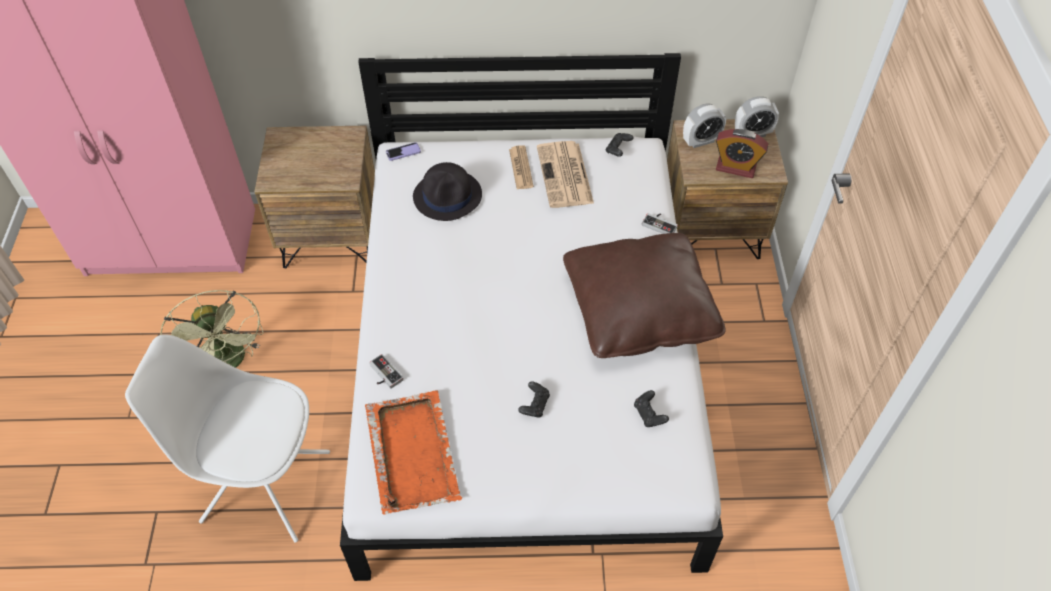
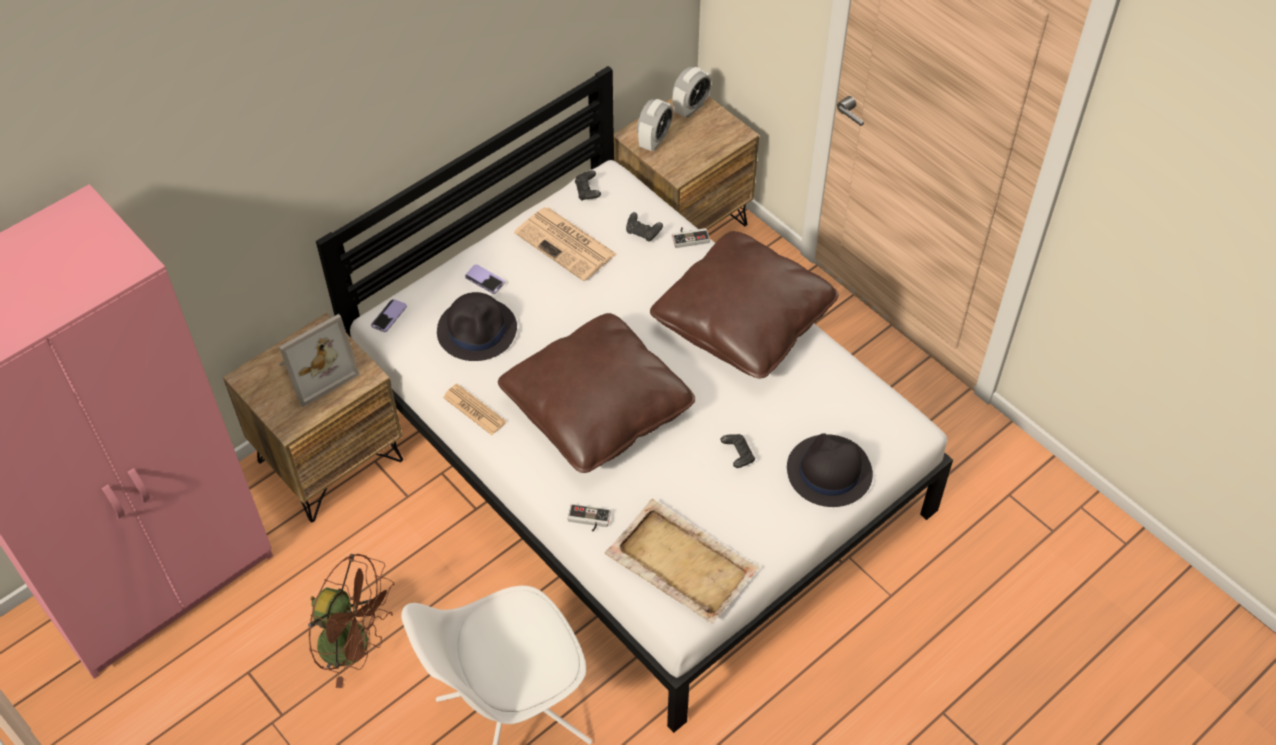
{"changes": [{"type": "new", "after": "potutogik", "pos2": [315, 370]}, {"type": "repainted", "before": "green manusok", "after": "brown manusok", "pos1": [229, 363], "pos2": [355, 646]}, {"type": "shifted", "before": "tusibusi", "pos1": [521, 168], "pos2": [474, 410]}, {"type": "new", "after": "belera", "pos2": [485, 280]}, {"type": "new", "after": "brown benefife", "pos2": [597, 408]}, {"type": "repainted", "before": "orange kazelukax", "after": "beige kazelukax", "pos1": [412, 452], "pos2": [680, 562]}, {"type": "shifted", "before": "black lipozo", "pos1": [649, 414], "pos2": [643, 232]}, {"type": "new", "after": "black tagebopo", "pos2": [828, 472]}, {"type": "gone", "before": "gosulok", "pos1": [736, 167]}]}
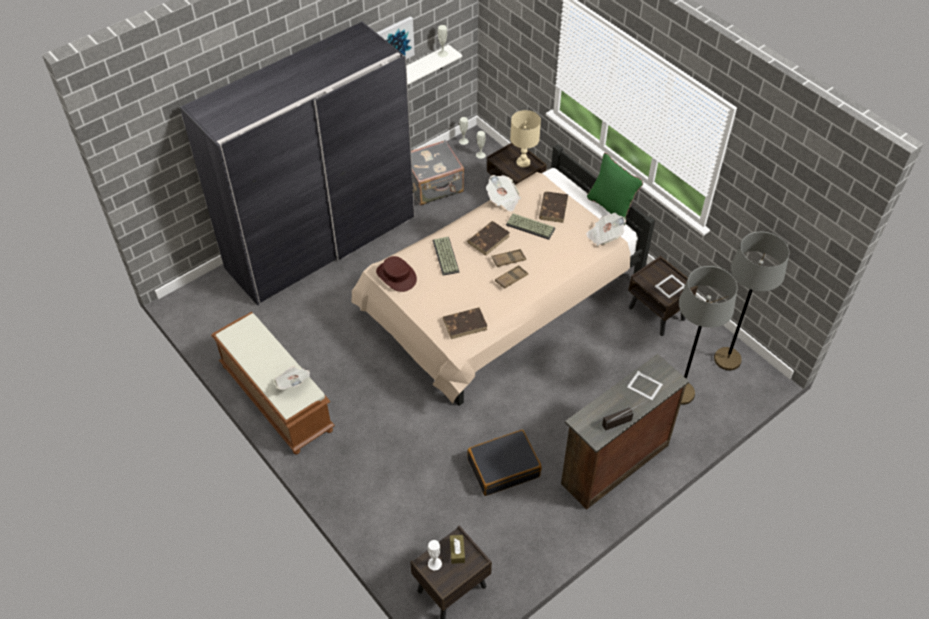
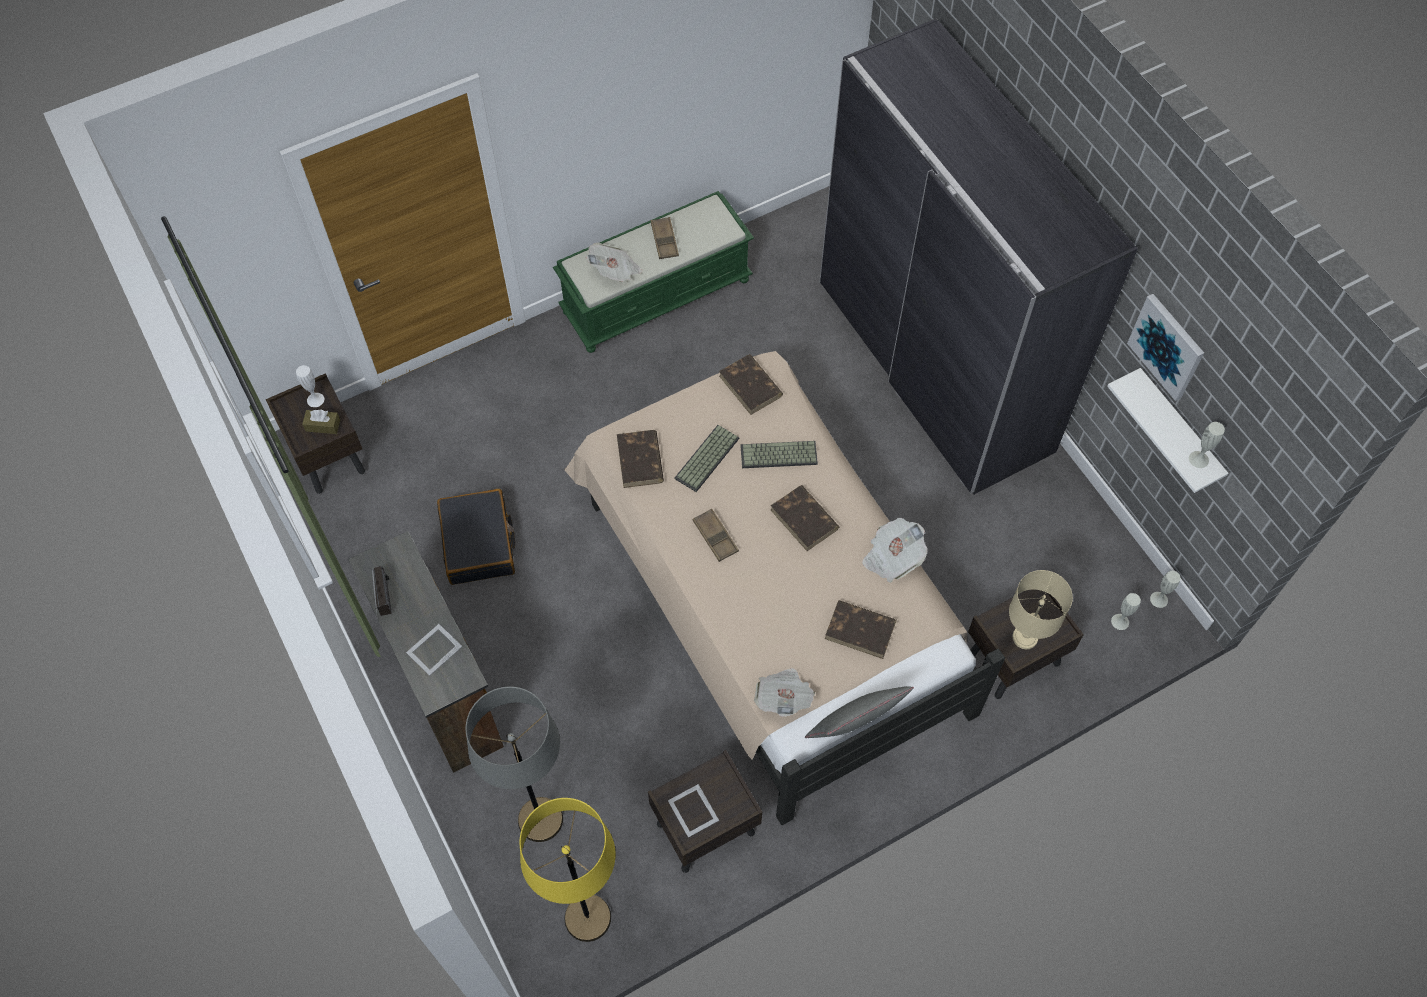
{"changes": [{"type": "repainted", "before": "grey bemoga", "after": "yellow bemoga", "pos1": [727, 359], "pos2": [587, 918]}, {"type": "repainted", "before": "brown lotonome", "after": "green lotonome", "pos1": [275, 398], "pos2": [656, 295]}, {"type": "shifted", "before": "brown kazelukax", "pos1": [508, 259], "pos2": [664, 240]}, {"type": "shifted", "before": "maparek", "pos1": [531, 226], "pos2": [707, 459]}, {"type": "swapped", "before": "brown tagebopo", "after": "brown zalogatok", "pos1": [396, 276], "pos2": [751, 386]}, {"type": "repainted", "before": "green benefife", "after": "grey benefife", "pos1": [611, 208], "pos2": [853, 729]}, {"type": "gone", "before": "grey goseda", "pos1": [434, 186]}]}
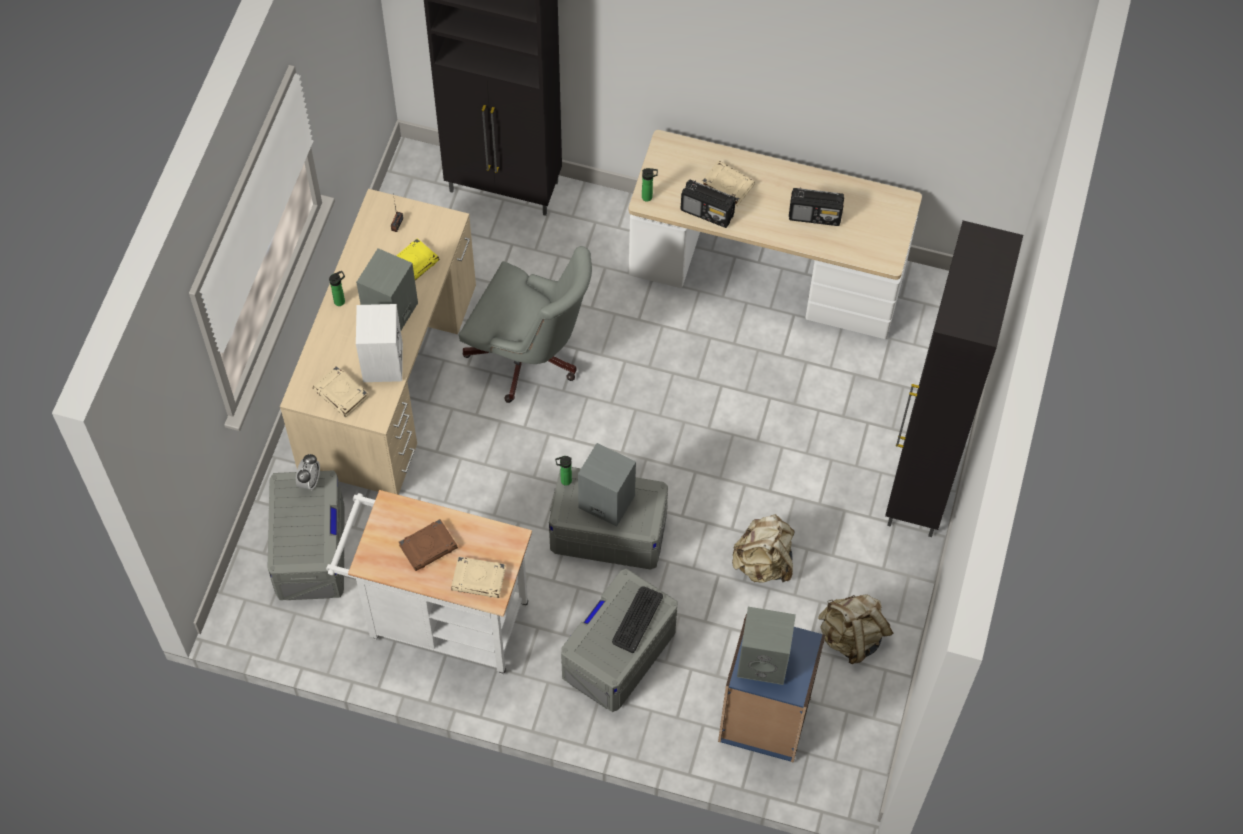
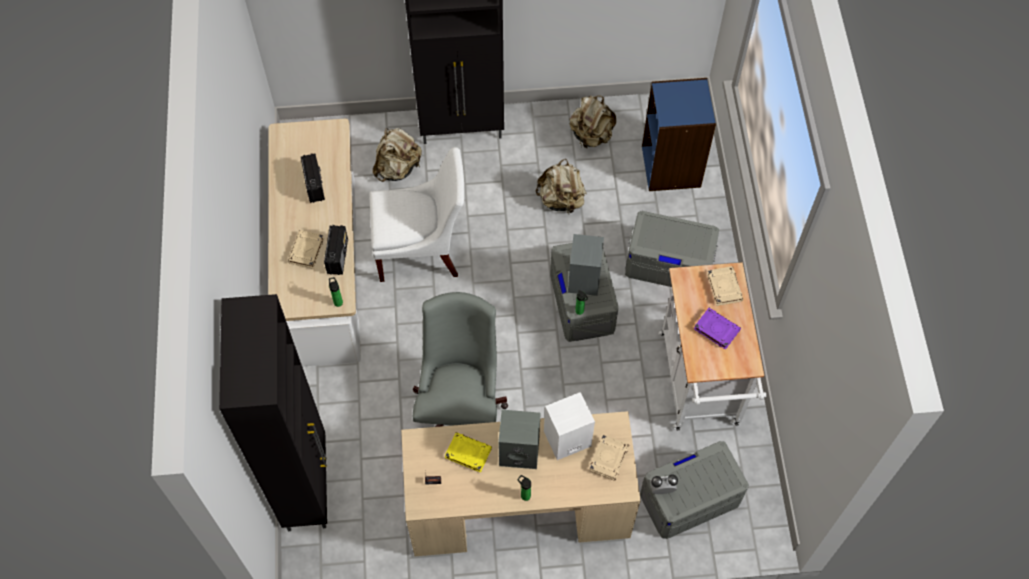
{"changes": [{"type": "new", "after": "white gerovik", "pos2": [422, 250]}, {"type": "new", "after": "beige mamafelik", "pos2": [397, 168]}, {"type": "repainted", "before": "brown zalogatok", "after": "purple zalogatok", "pos1": [428, 546], "pos2": [716, 329]}, {"type": "gone", "before": "maparek", "pos1": [637, 619]}, {"type": "gone", "before": "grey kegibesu", "pos1": [764, 660]}]}
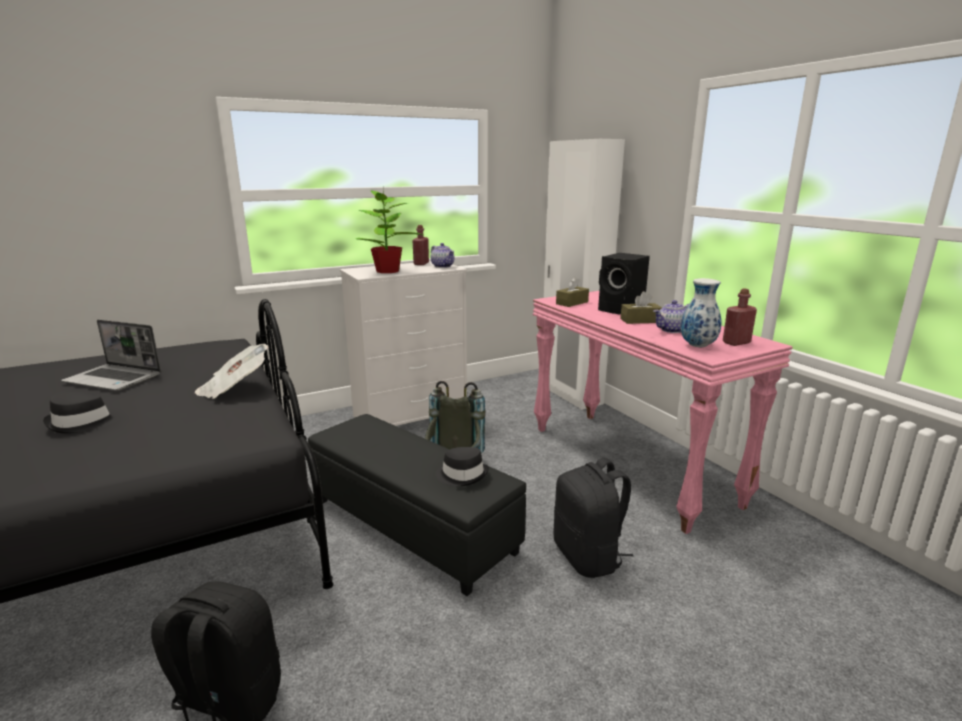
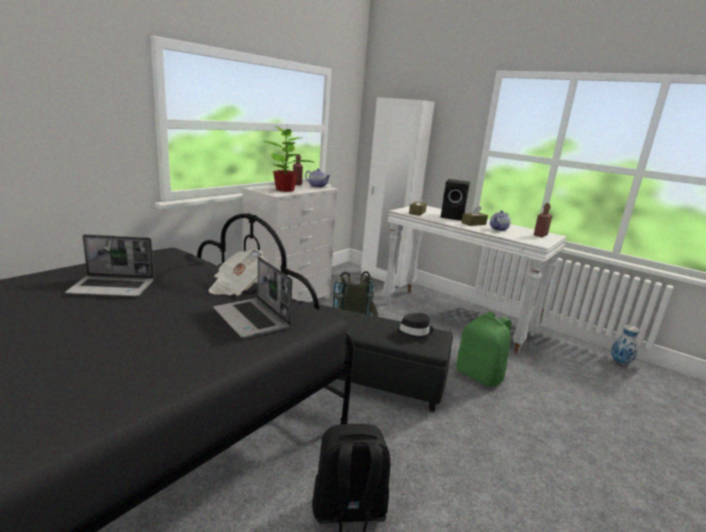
{"changes": [{"type": "new", "after": "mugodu", "pos2": [252, 319]}, {"type": "repainted", "before": "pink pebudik", "after": "white pebudik", "pos1": [631, 464], "pos2": [457, 318]}, {"type": "repainted", "before": "black mamafelik", "after": "green mamafelik", "pos1": [588, 557], "pos2": [480, 375]}, {"type": "shifted", "before": "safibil", "pos1": [698, 346], "pos2": [621, 362]}, {"type": "gone", "before": "black tagebopo", "pos1": [82, 423]}]}
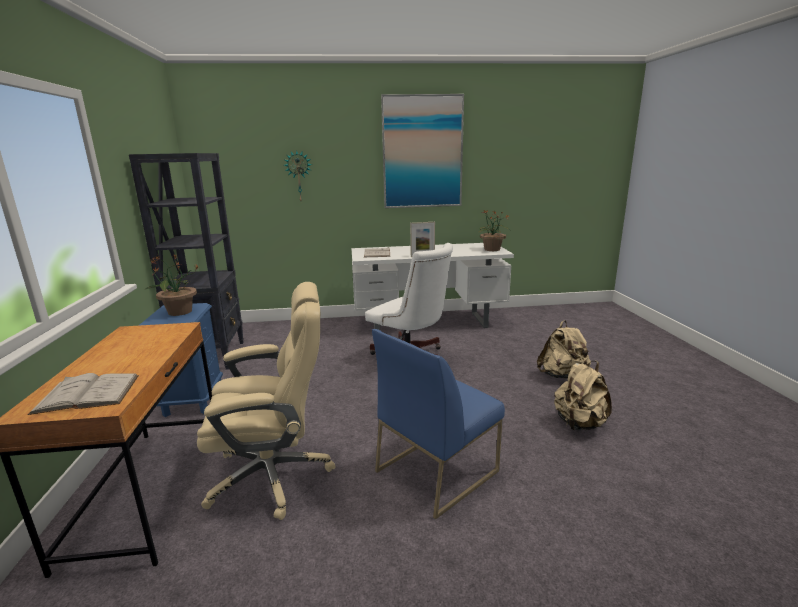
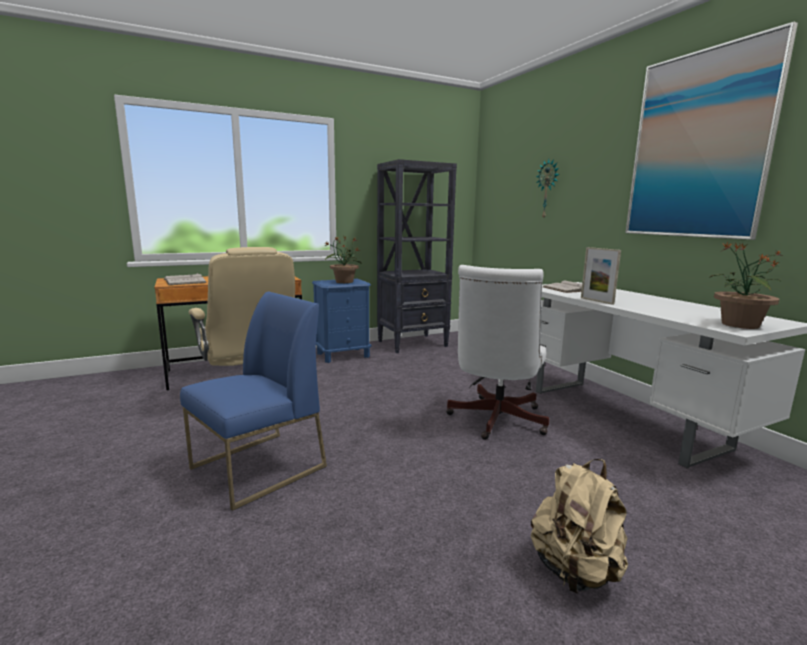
{"changes": [{"type": "rotated", "before": "blue gerovik", "pos1": [436, 470], "pos2": [258, 468], "turn": 105}, {"type": "gone", "before": "beige mamafelik", "pos1": [579, 424]}]}
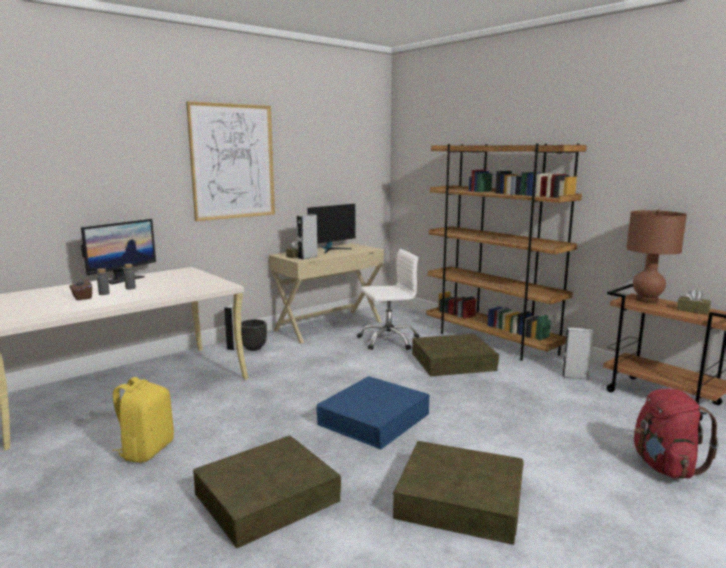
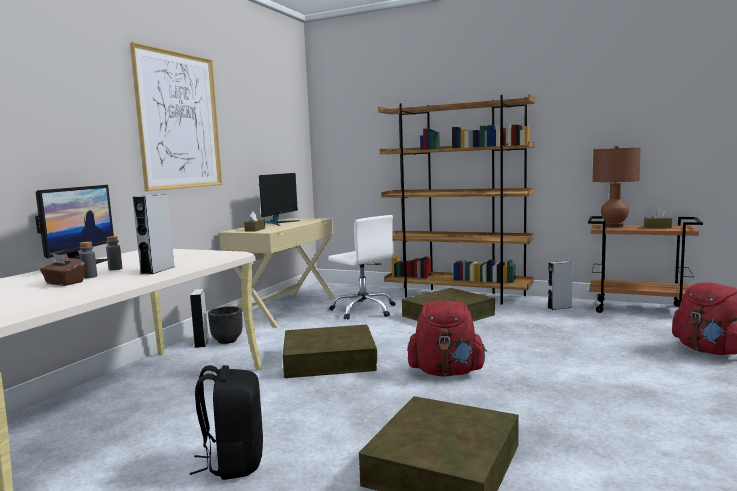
{"changes": [{"type": "shifted", "before": "grey kegibesu", "pos1": [307, 257], "pos2": [158, 270]}, {"type": "repainted", "before": "yellow mamafelik", "after": "black mamafelik", "pos1": [146, 450], "pos2": [234, 463]}, {"type": "shifted", "before": "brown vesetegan", "pos1": [460, 499], "pos2": [329, 360]}, {"type": "rotated", "before": "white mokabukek", "pos1": [388, 340], "pos2": [364, 310], "turn": 90}, {"type": "swapped", "before": "blue vesetegan", "after": "red mamafelik", "pos1": [374, 419], "pos2": [446, 372]}]}
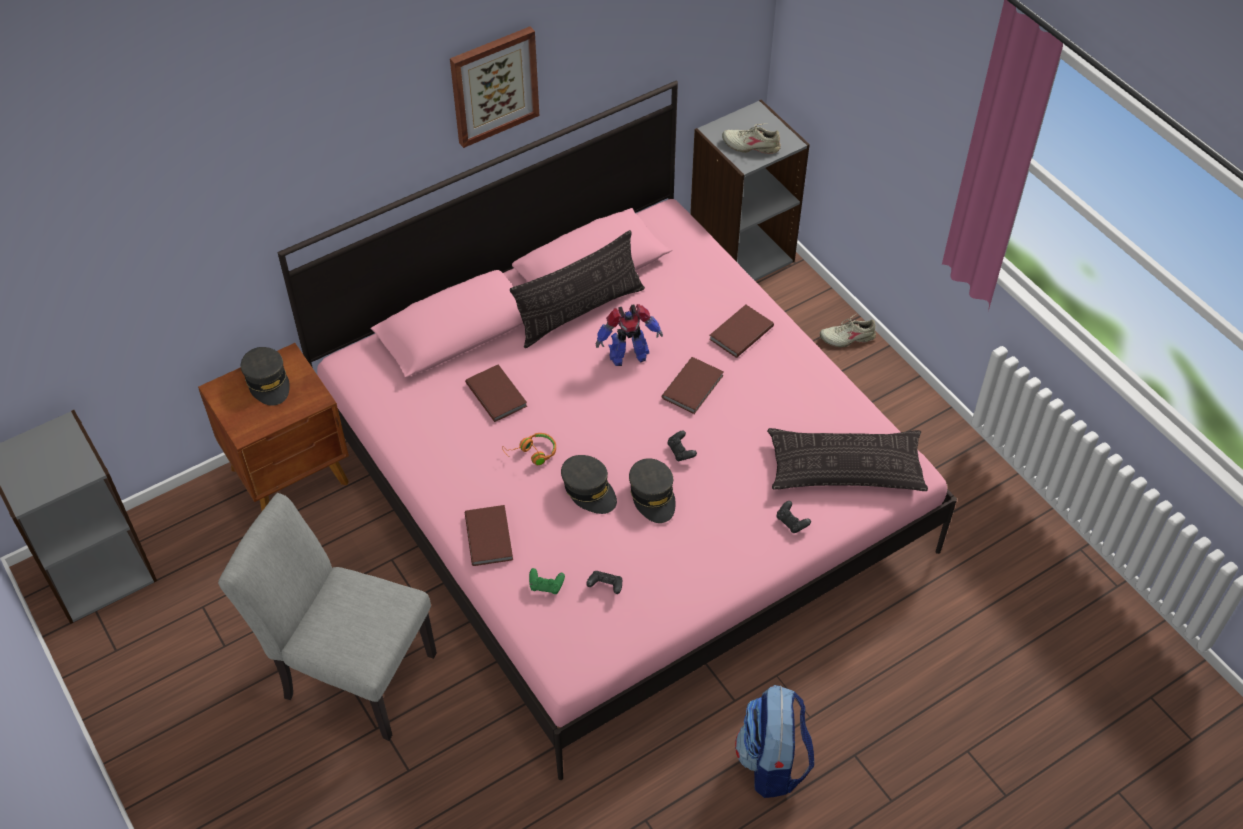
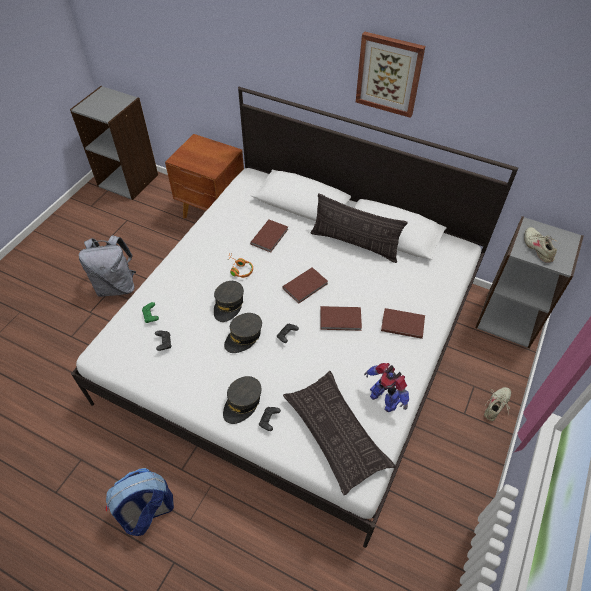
{"changes": [{"type": "repainted", "before": "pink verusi", "after": "white verusi", "pos1": [621, 486], "pos2": [296, 341]}, {"type": "swapped", "before": "grey gerovik", "after": "grey mamafelik", "pos1": [349, 672], "pos2": [117, 286]}, {"type": "shifted", "before": "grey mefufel", "pos1": [268, 382], "pos2": [242, 403]}, {"type": "shifted", "before": "brown zalogatok", "pos1": [490, 536], "pos2": [306, 286]}, {"type": "shifted", "before": "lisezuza", "pos1": [627, 355], "pos2": [384, 398]}, {"type": "rotated", "before": "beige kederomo", "pos1": [847, 337], "pos2": [496, 406], "turn": 75}]}
